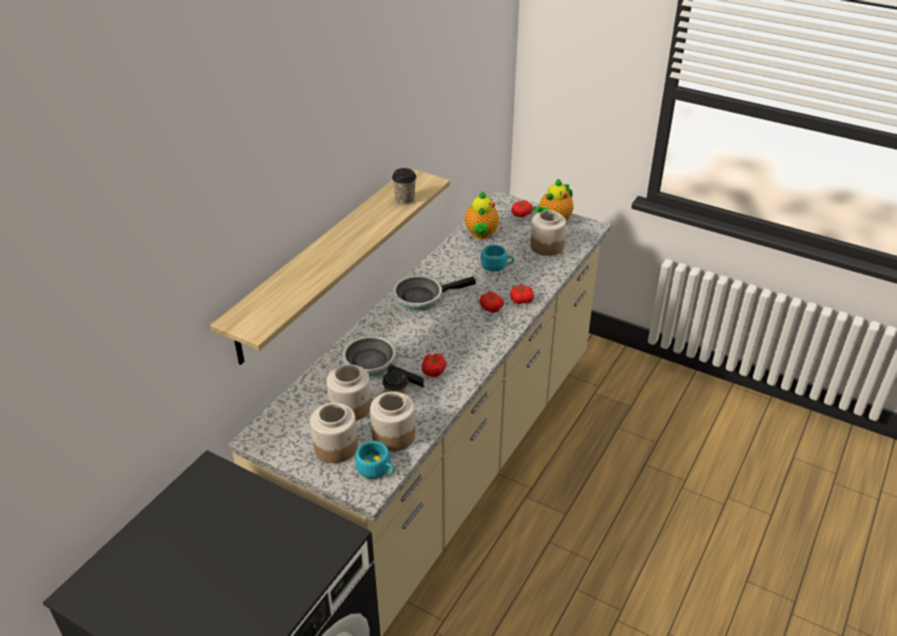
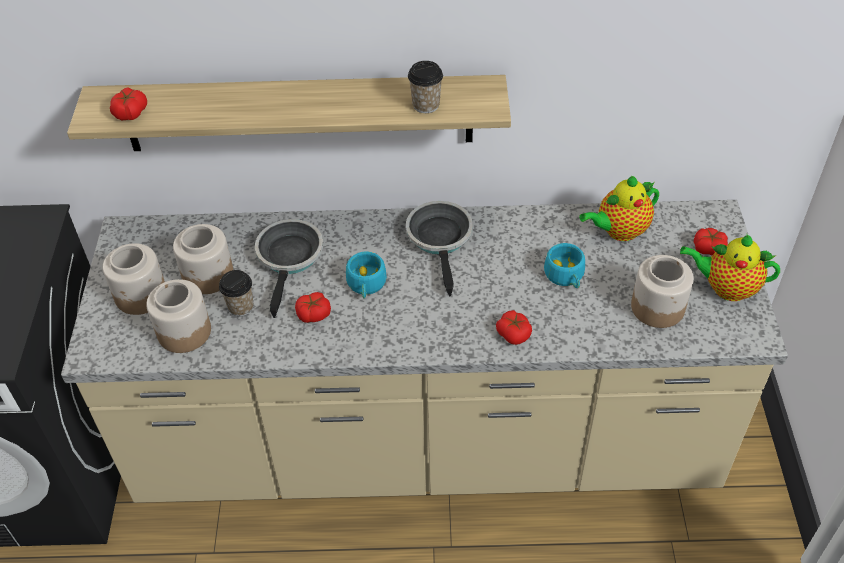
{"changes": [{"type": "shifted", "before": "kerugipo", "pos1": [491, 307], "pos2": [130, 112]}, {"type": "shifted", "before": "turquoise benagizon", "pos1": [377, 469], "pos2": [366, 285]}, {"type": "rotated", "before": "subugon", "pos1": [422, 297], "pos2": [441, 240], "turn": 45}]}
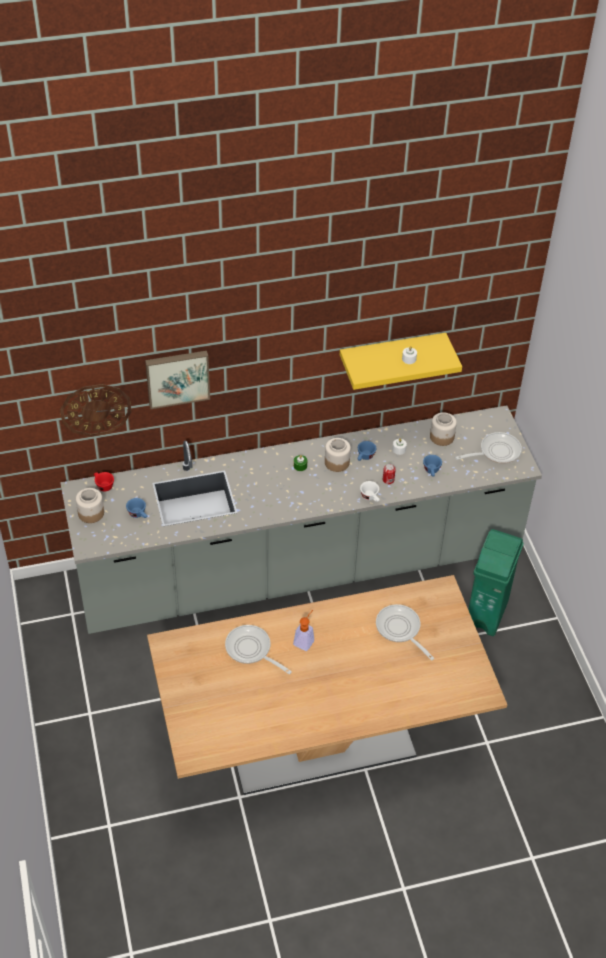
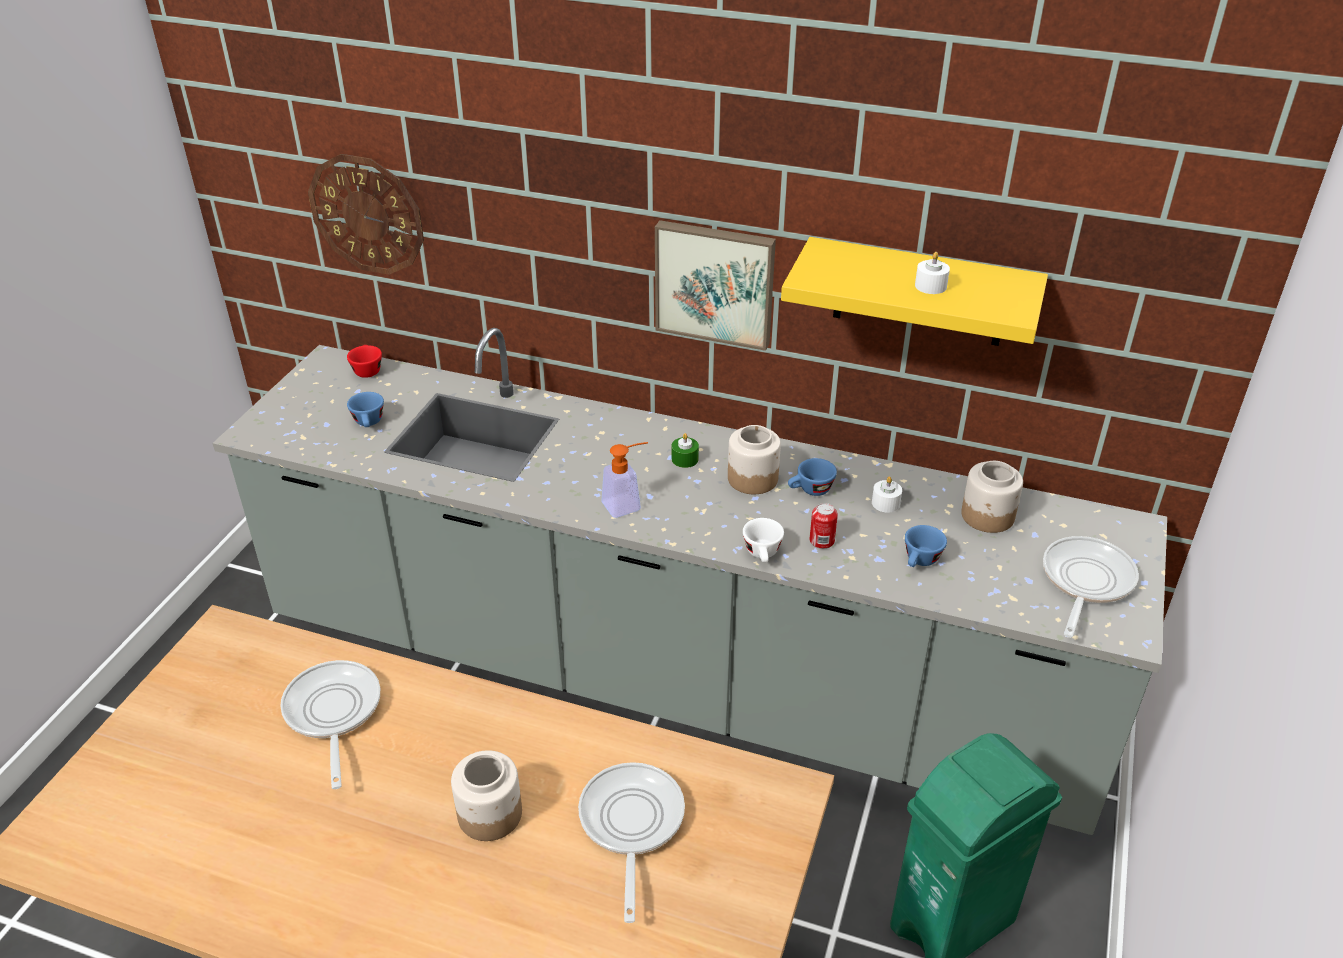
{"changes": [{"type": "shifted", "before": "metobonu", "pos1": [91, 513], "pos2": [489, 815]}, {"type": "shifted", "before": "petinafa", "pos1": [305, 640], "pos2": [627, 504]}, {"type": "shifted", "before": "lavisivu", "pos1": [177, 377], "pos2": [715, 282]}, {"type": "rotated", "before": "subugon", "pos1": [496, 452], "pos2": [1084, 582], "turn": -75}]}
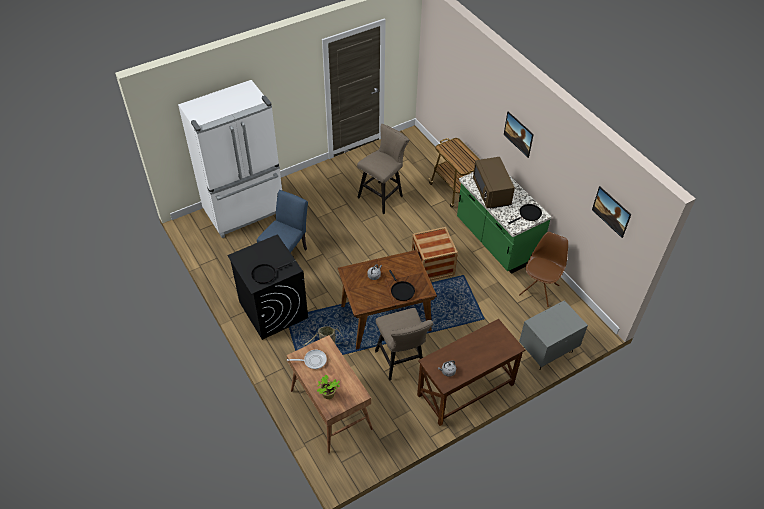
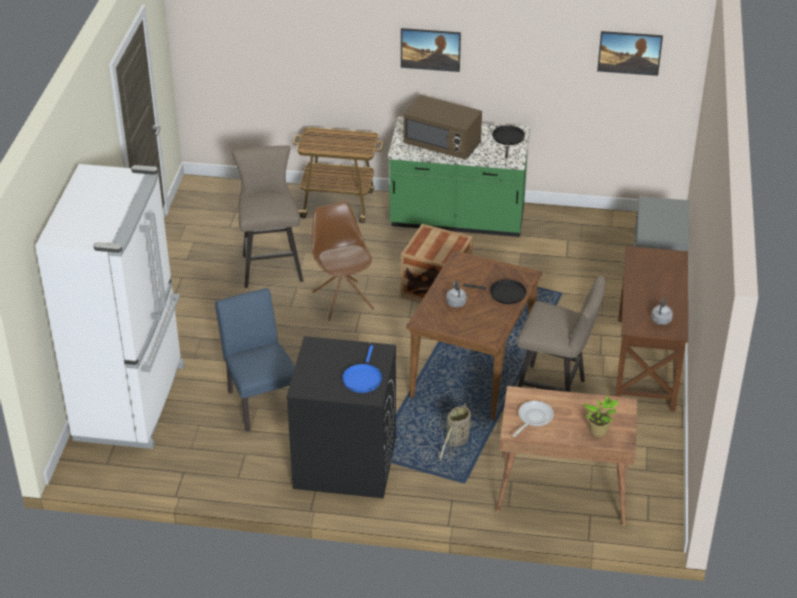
{"changes": [{"type": "shifted", "before": "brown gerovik", "pos1": [539, 289], "pos2": [342, 300]}, {"type": "repainted", "before": "black subugon", "after": "blue subugon", "pos1": [265, 274], "pos2": [362, 378]}]}
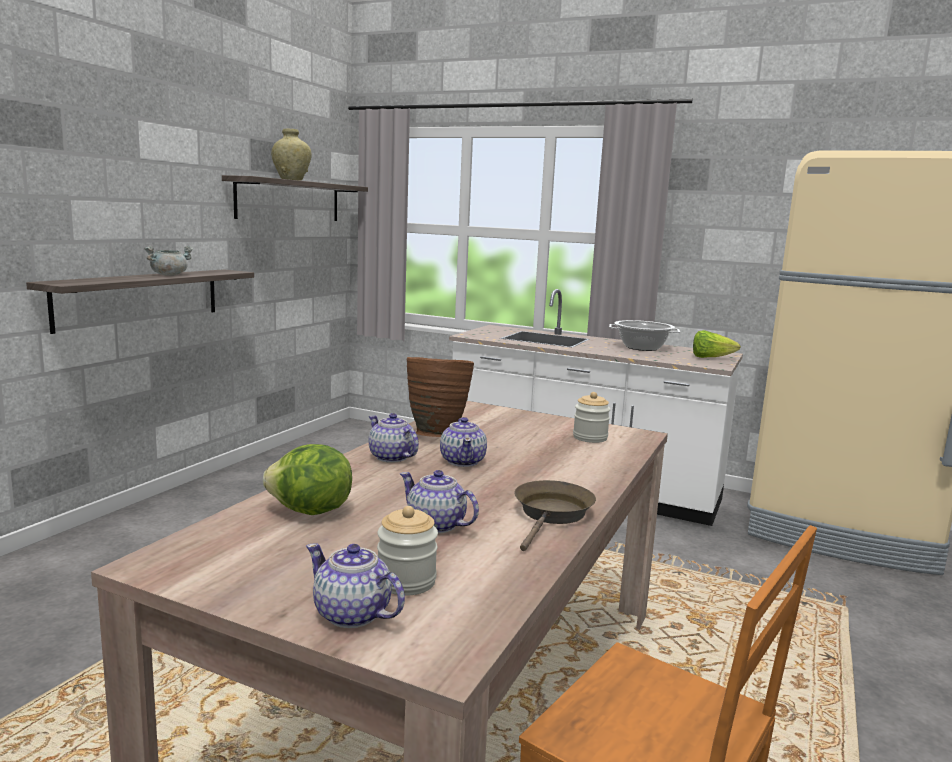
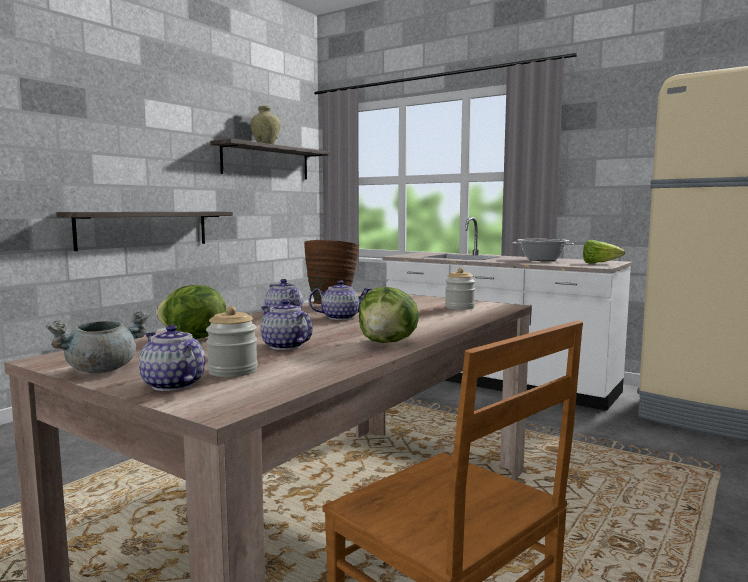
{"changes": [{"type": "shifted", "before": "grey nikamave", "pos1": [169, 275], "pos2": [102, 370]}, {"type": "rotated", "before": "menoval", "pos1": [463, 461], "pos2": [340, 317], "turn": -105}, {"type": "swapped", "before": "brown subugon", "after": "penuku", "pos1": [552, 515], "pos2": [388, 342]}]}
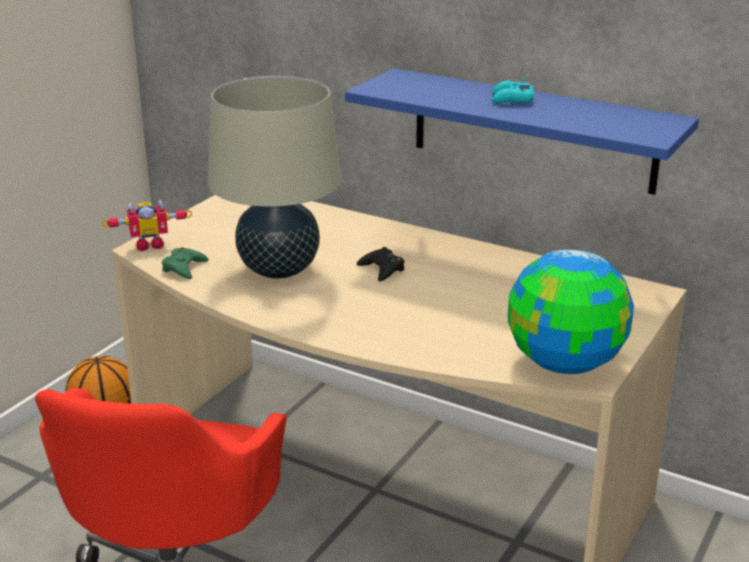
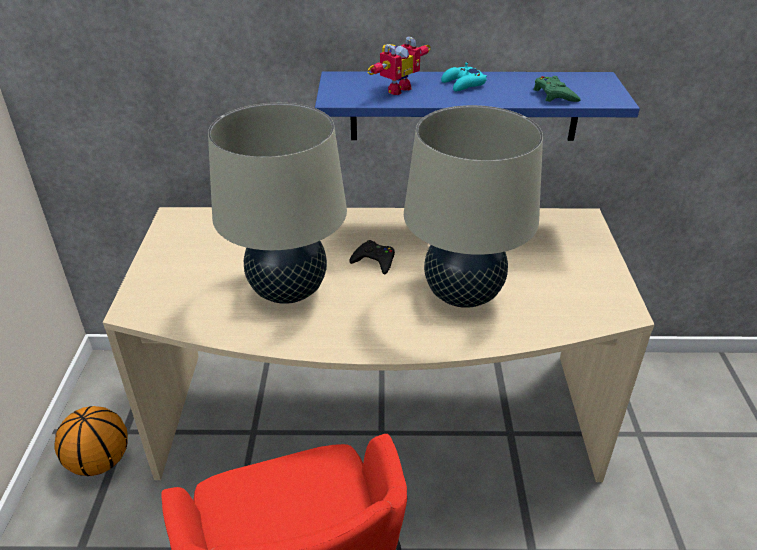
{"changes": [{"type": "shifted", "before": "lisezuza", "pos1": [149, 244], "pos2": [395, 88]}, {"type": "new", "after": "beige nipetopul", "pos2": [463, 294]}, {"type": "shifted", "before": "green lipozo", "pos1": [184, 268], "pos2": [554, 95]}, {"type": "gone", "before": "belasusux", "pos1": [565, 364]}]}
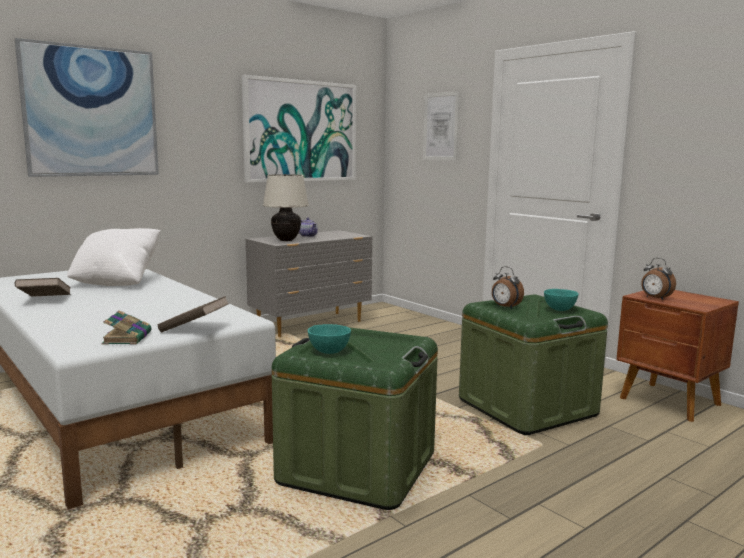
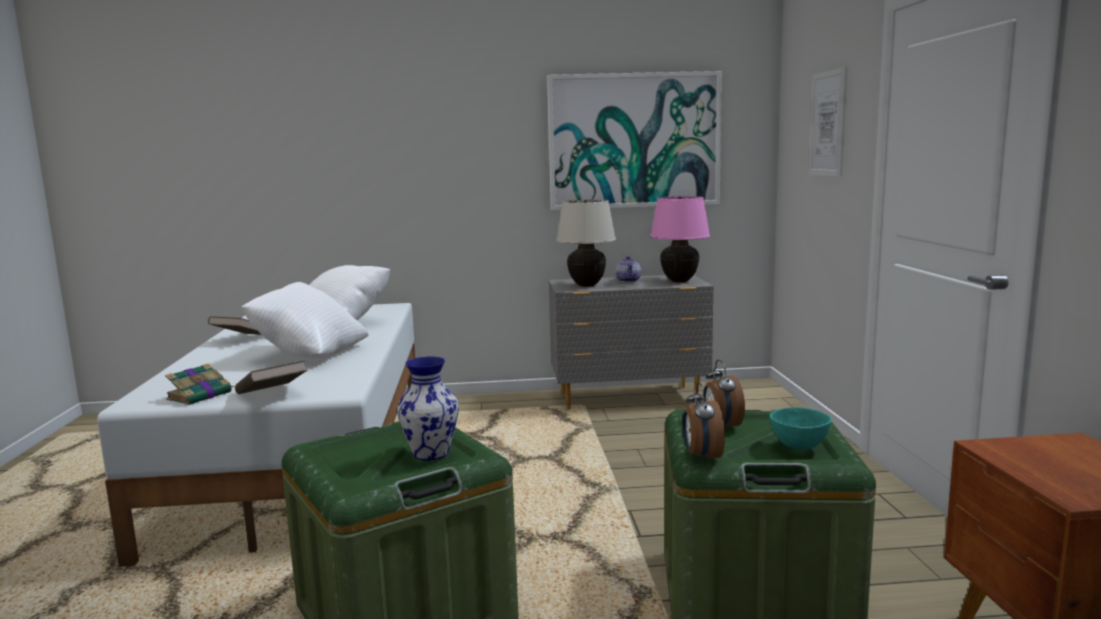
{"changes": [{"type": "new", "after": "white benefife", "pos2": [309, 354]}, {"type": "new", "after": "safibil", "pos2": [432, 453]}, {"type": "new", "after": "pink nipetopul", "pos2": [679, 281]}, {"type": "shifted", "before": "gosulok", "pos1": [655, 298], "pos2": [701, 456]}, {"type": "gone", "before": "lavisivu", "pos1": [91, 112]}, {"type": "gone", "before": "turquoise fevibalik", "pos1": [328, 351]}]}
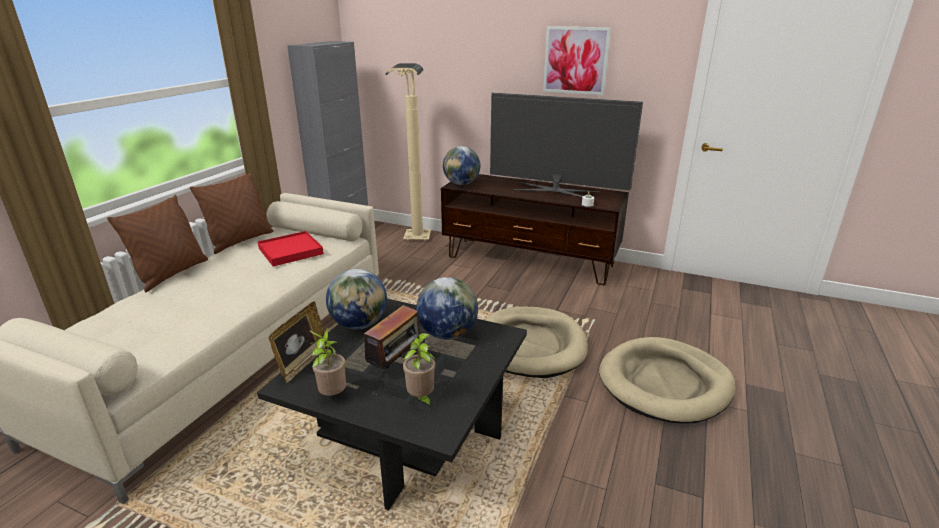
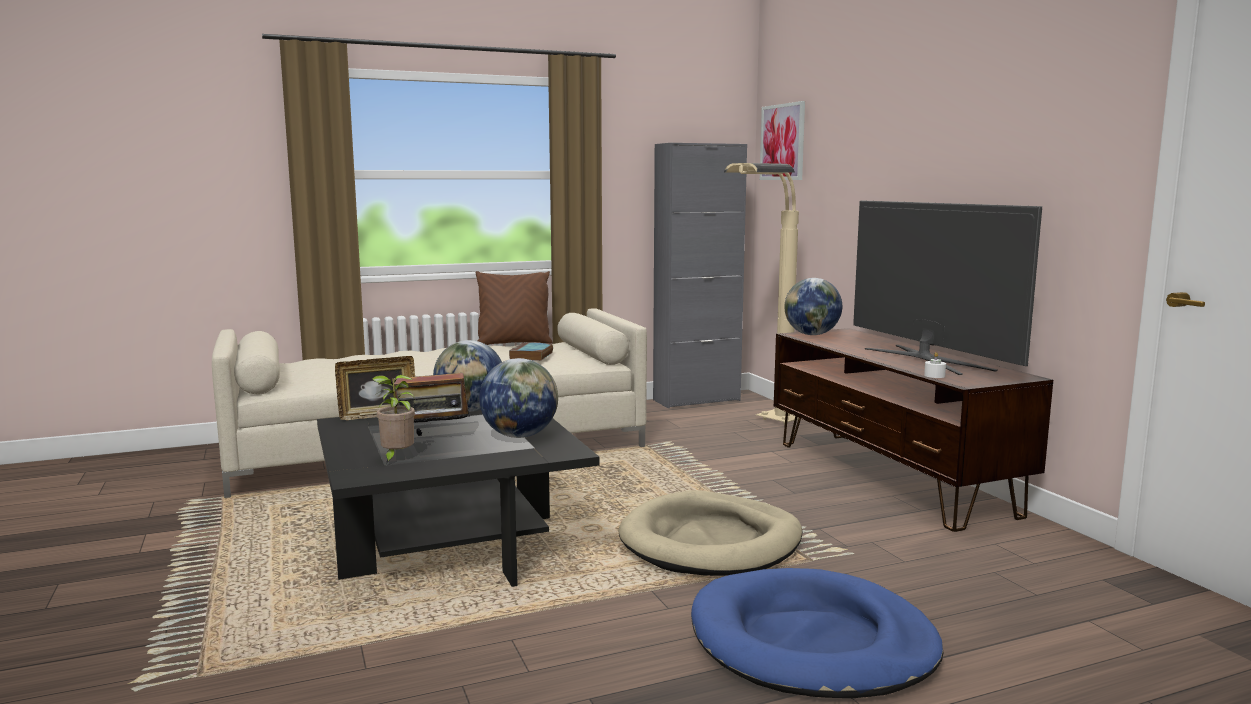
{"changes": [{"type": "swapped", "before": "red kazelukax", "after": "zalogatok", "pos1": [291, 251], "pos2": [531, 356]}, {"type": "repainted", "before": "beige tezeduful", "after": "blue tezeduful", "pos1": [665, 383], "pos2": [812, 642]}, {"type": "shifted", "before": "lavisivu", "pos1": [575, 60], "pos2": [782, 142]}, {"type": "gone", "before": "brown benefife", "pos1": [171, 274]}, {"type": "gone", "before": "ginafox", "pos1": [332, 395]}]}
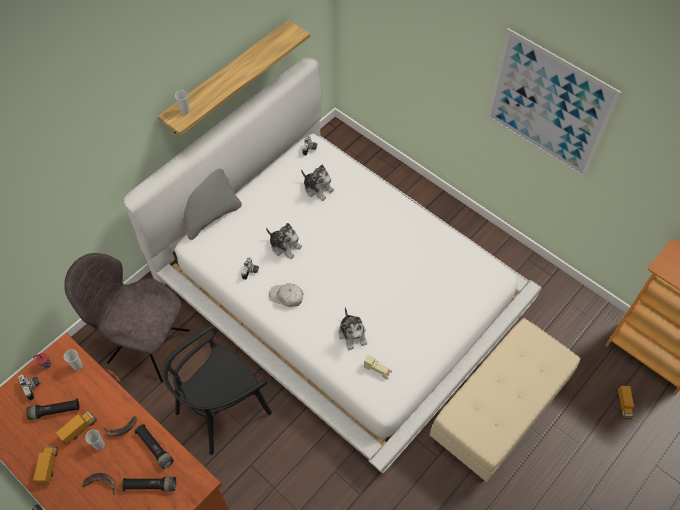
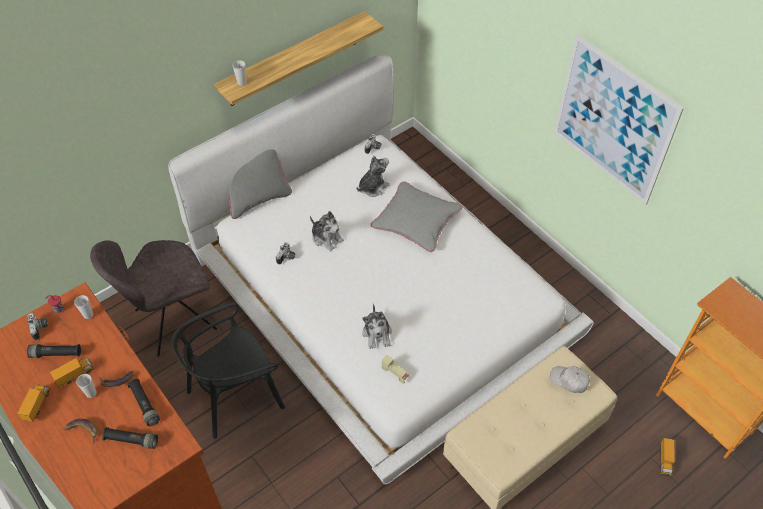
{"changes": [{"type": "rotated", "before": "grey gerovik", "pos1": [146, 345], "pos2": [172, 321], "turn": -60}, {"type": "rotated", "before": "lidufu", "pos1": [317, 189], "pos2": [372, 187], "turn": -90}, {"type": "new", "after": "grey benefife", "pos2": [416, 221]}, {"type": "shifted", "before": "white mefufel", "pos1": [286, 297], "pos2": [569, 381]}]}
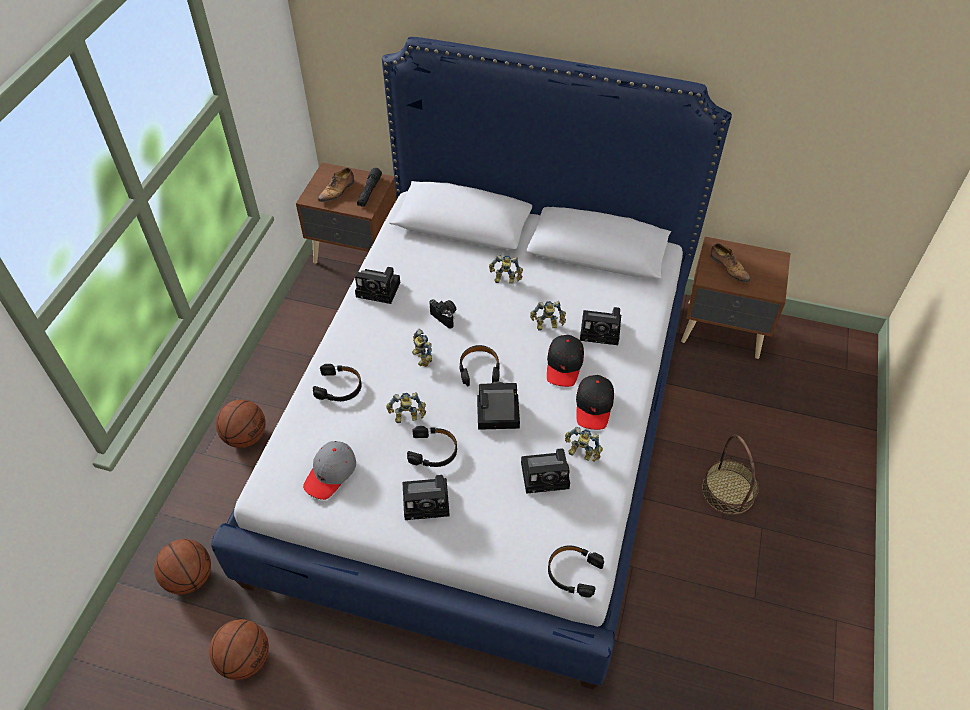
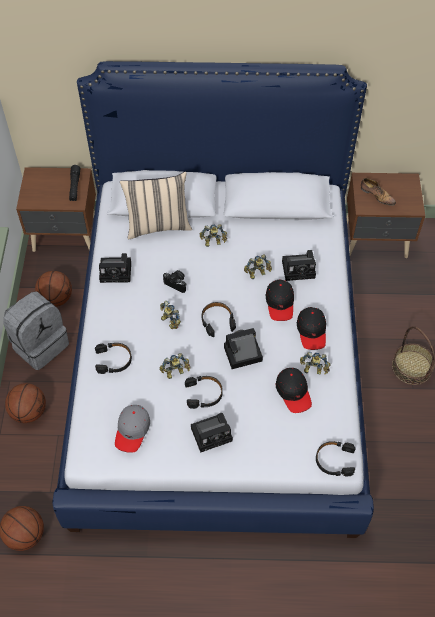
{"changes": [{"type": "new", "after": "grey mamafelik", "pos2": [40, 344]}, {"type": "shifted", "before": "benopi", "pos1": [245, 658], "pos2": [56, 298]}, {"type": "new", "after": "beige benefife", "pos2": [158, 225]}, {"type": "swapped", "before": "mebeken", "after": "black mefufel", "pos1": [547, 475], "pos2": [293, 392]}, {"type": "gone", "before": "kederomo", "pos1": [337, 191]}]}
